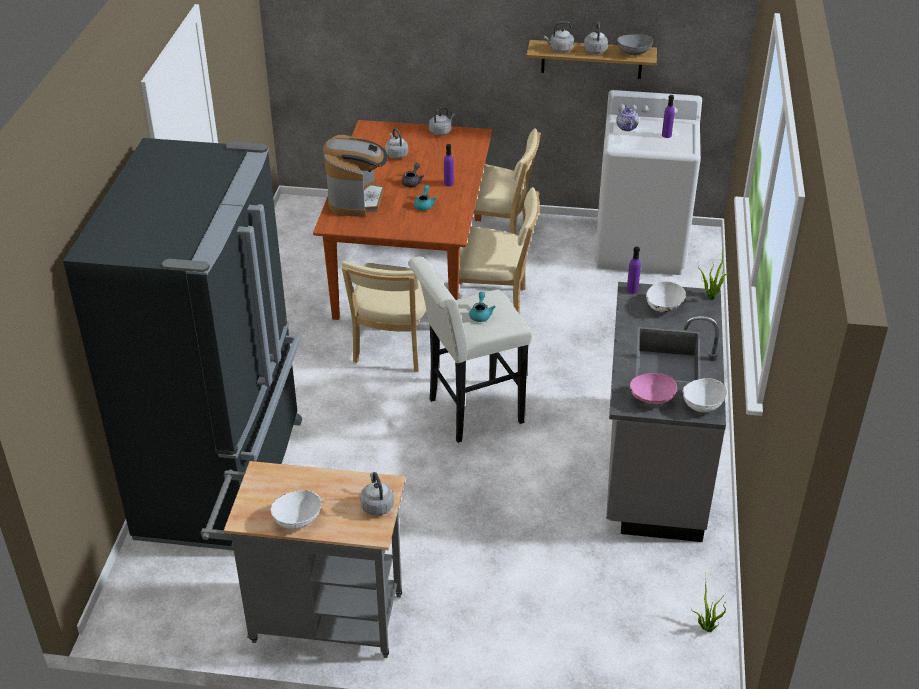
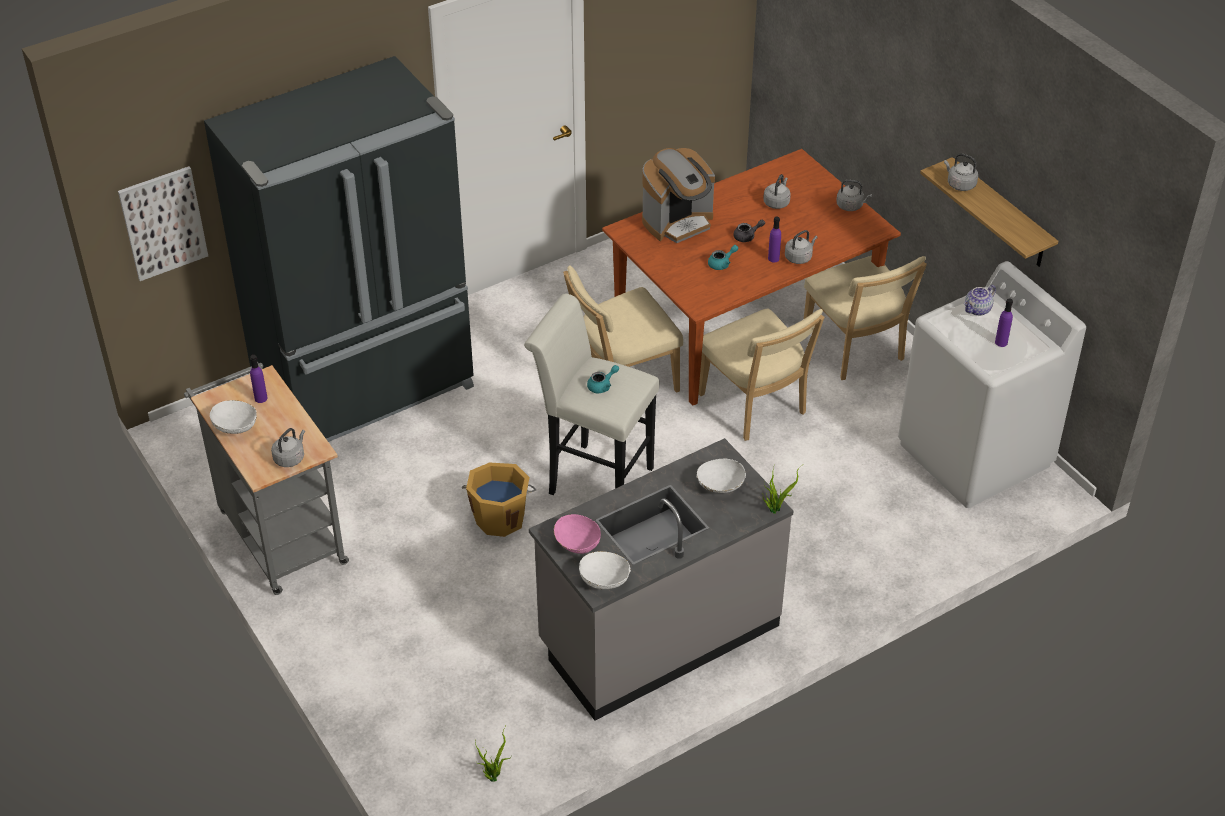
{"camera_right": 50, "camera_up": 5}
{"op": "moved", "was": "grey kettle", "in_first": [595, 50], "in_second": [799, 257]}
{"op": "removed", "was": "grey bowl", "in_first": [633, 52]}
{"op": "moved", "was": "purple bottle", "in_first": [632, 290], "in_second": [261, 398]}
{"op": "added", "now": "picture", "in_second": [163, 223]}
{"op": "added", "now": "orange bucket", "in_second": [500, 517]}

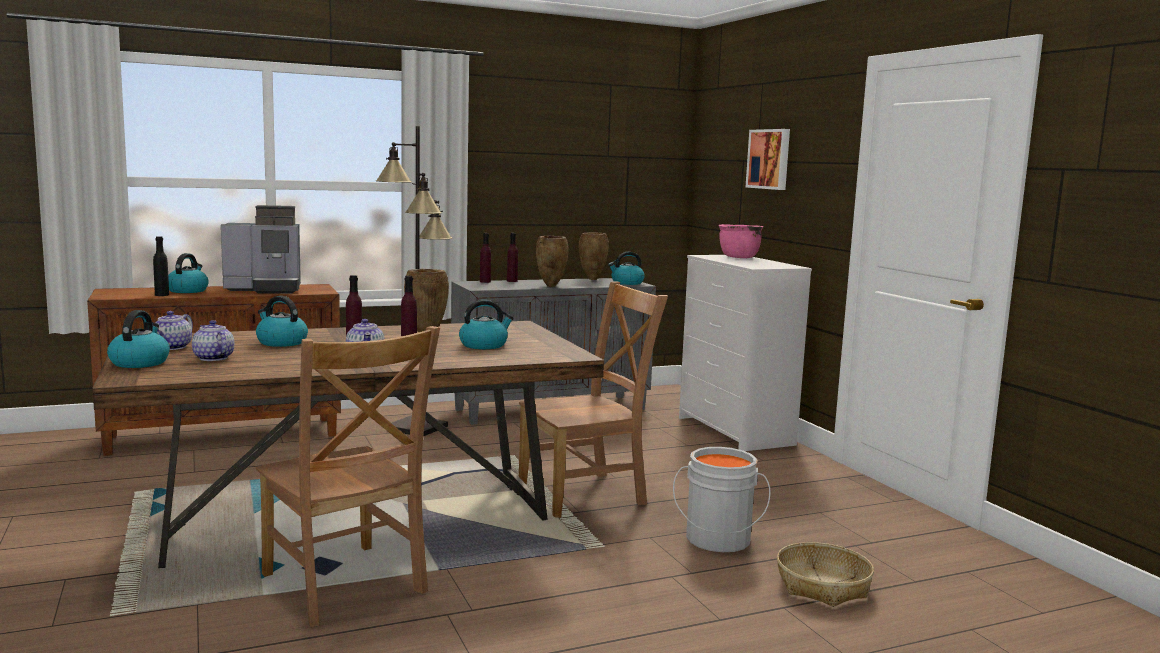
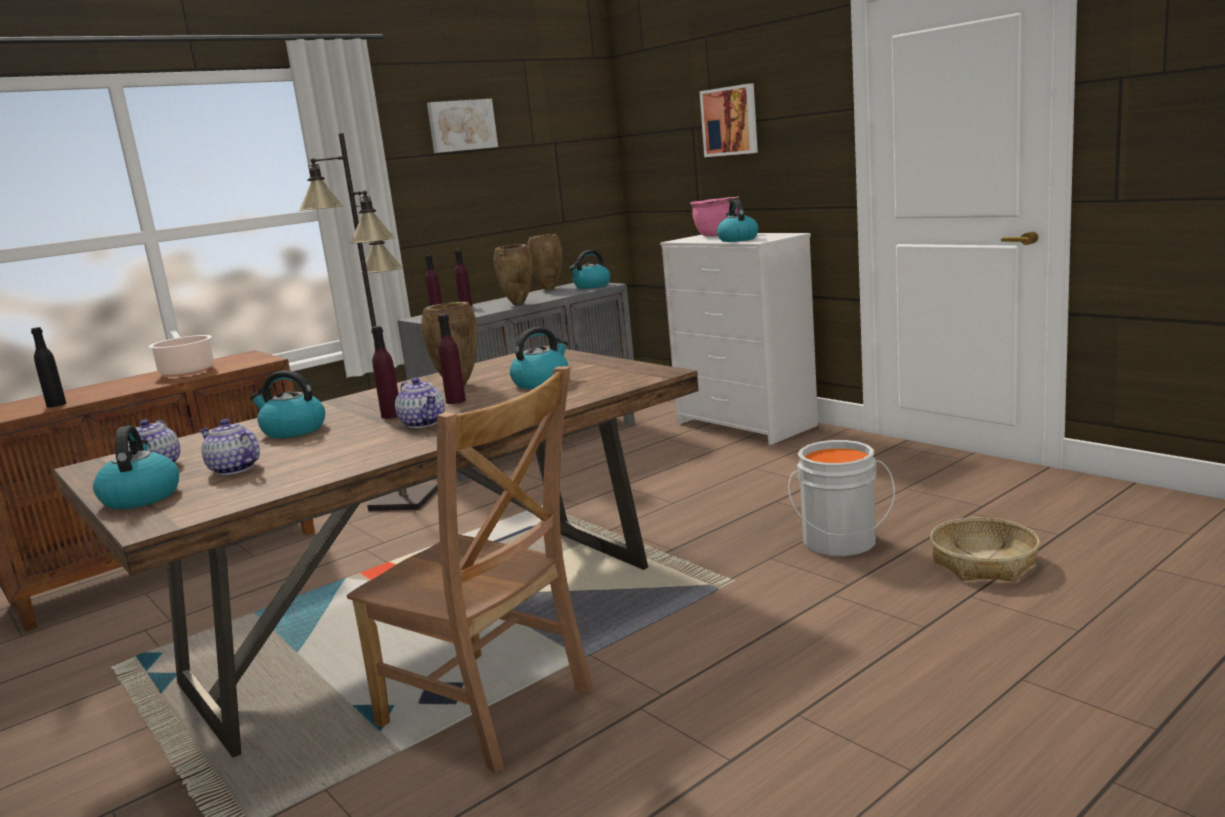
{"camera_right": -15, "camera_up": 5}
{"op": "replaced", "was": "coffee machine", "now": "cooking pot", "in_first": [266, 289], "in_second": [186, 371]}
{"op": "moved", "was": "kettle", "in_first": [187, 290], "in_second": [737, 239]}
{"op": "removed", "was": "brown chair", "in_first": [586, 494]}
{"op": "added", "now": "picture", "in_second": [461, 125]}

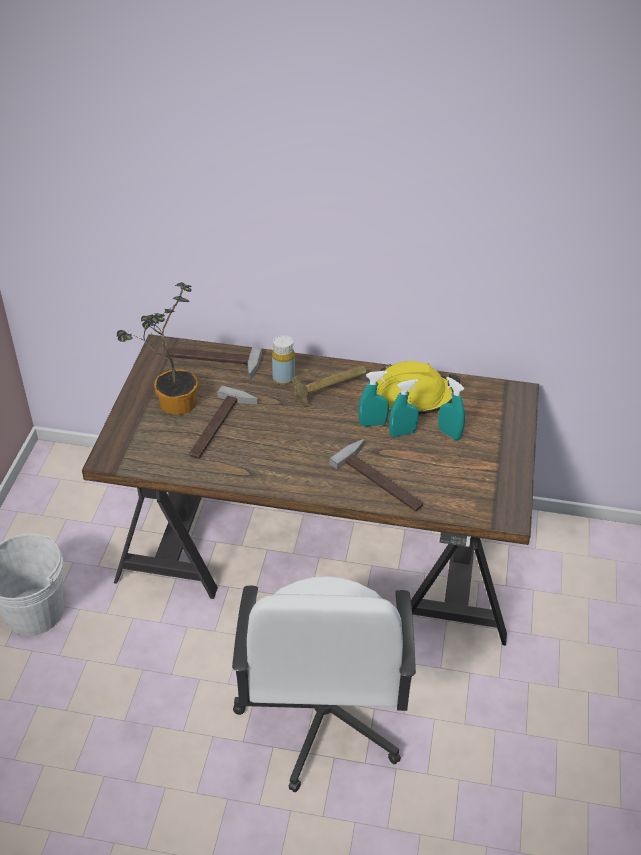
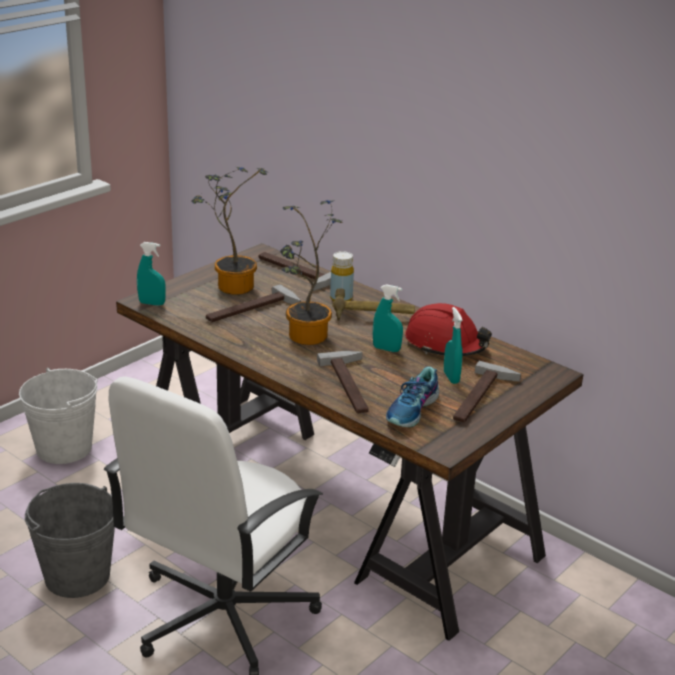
{"camera_right": 30, "camera_up": -15}
{"op": "recoloured", "was": "yellow hard hat", "now": "red hard hat", "in_first": [414, 397], "in_second": [445, 344]}
{"op": "moved", "was": "turquoise spray bottle", "in_first": [402, 433], "in_second": [152, 303]}
{"op": "added", "now": "potted plant", "in_second": [304, 338]}
{"op": "added", "now": "hammer", "in_second": [482, 398]}
{"op": "added", "now": "shoe", "in_second": [413, 410]}
{"op": "added", "now": "grey bucket", "in_second": [77, 576]}

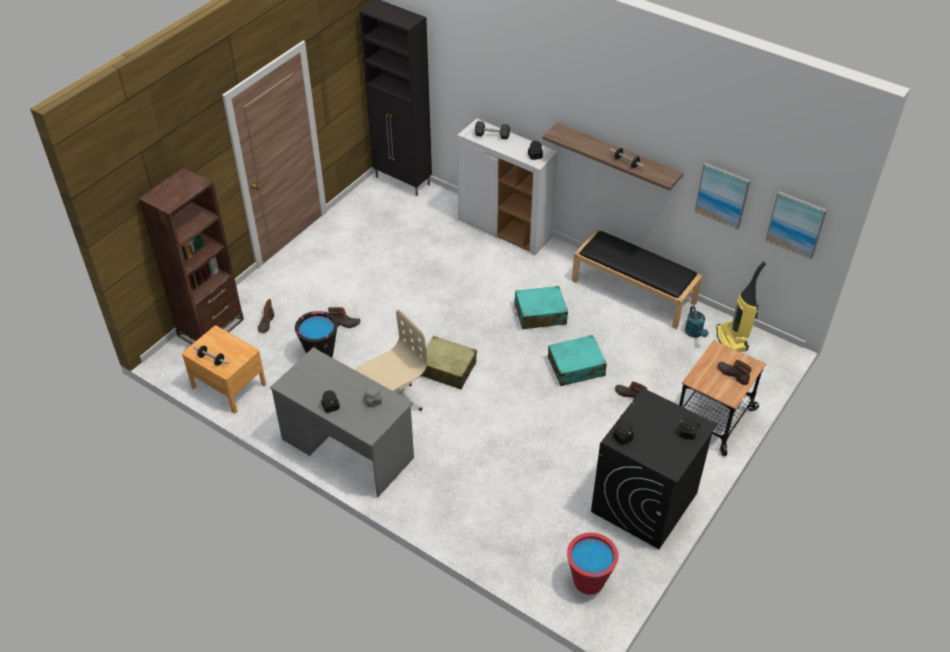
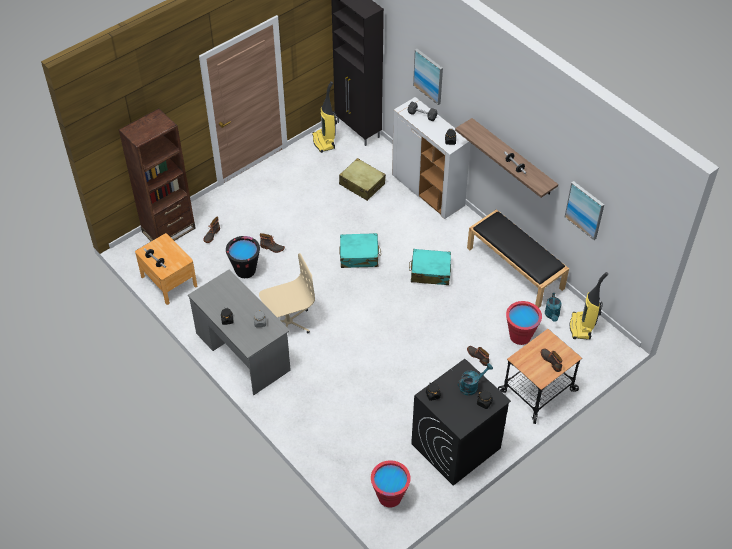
{"camera_right": 15, "camera_up": 5}
{"op": "moved", "was": "picture", "in_first": [796, 224], "in_second": [428, 76]}
{"op": "moved", "was": "turquoise suitcase", "in_first": [576, 367], "in_second": [359, 255]}
{"op": "moved", "was": "beige suitcase", "in_first": [447, 369], "in_second": [362, 184]}
{"op": "added", "now": "vacuum cleaner", "in_second": [324, 142]}
{"op": "added", "now": "red bucket", "in_second": [520, 336]}
{"op": "added", "now": "turquoise watering can", "in_second": [471, 386]}

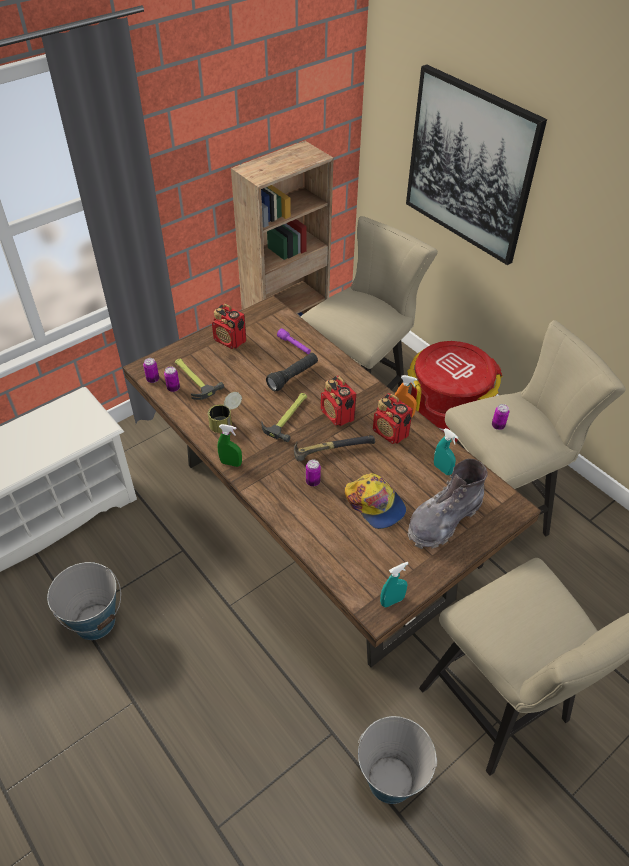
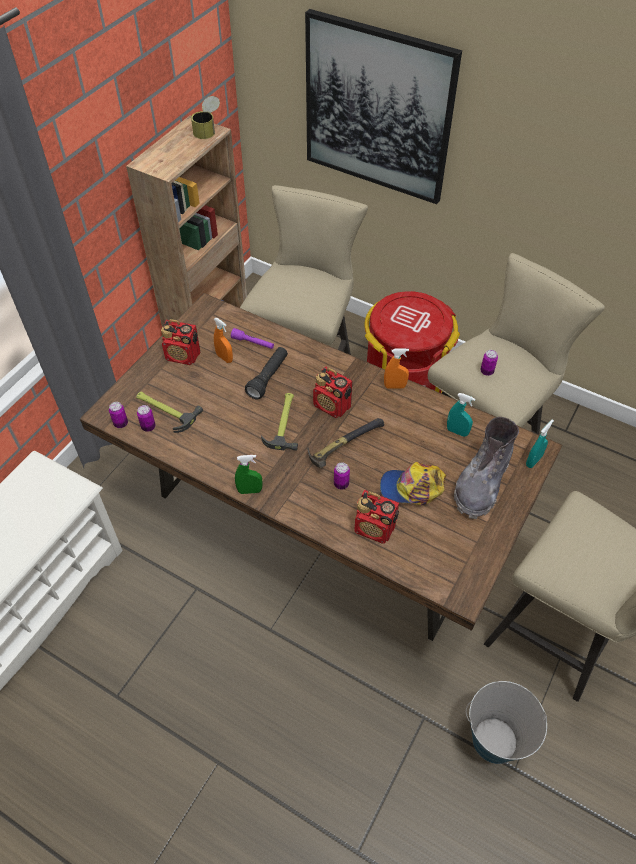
{"camera_right": -20, "camera_up": 5}
{"op": "moved", "was": "can", "in_first": [226, 421], "in_second": [208, 129]}
{"op": "moved", "was": "radio", "in_first": [391, 433], "in_second": [375, 529]}
{"op": "turned", "was": "cap", "in_first": [375, 504], "in_second": [412, 488], "clockwise": 150}
{"op": "removed", "was": "bucket", "in_first": [95, 621]}
{"op": "moved", "was": "turquoise spray bottle", "in_first": [392, 601], "in_second": [533, 461]}
{"op": "added", "now": "orange spray bottle", "in_second": [224, 358]}

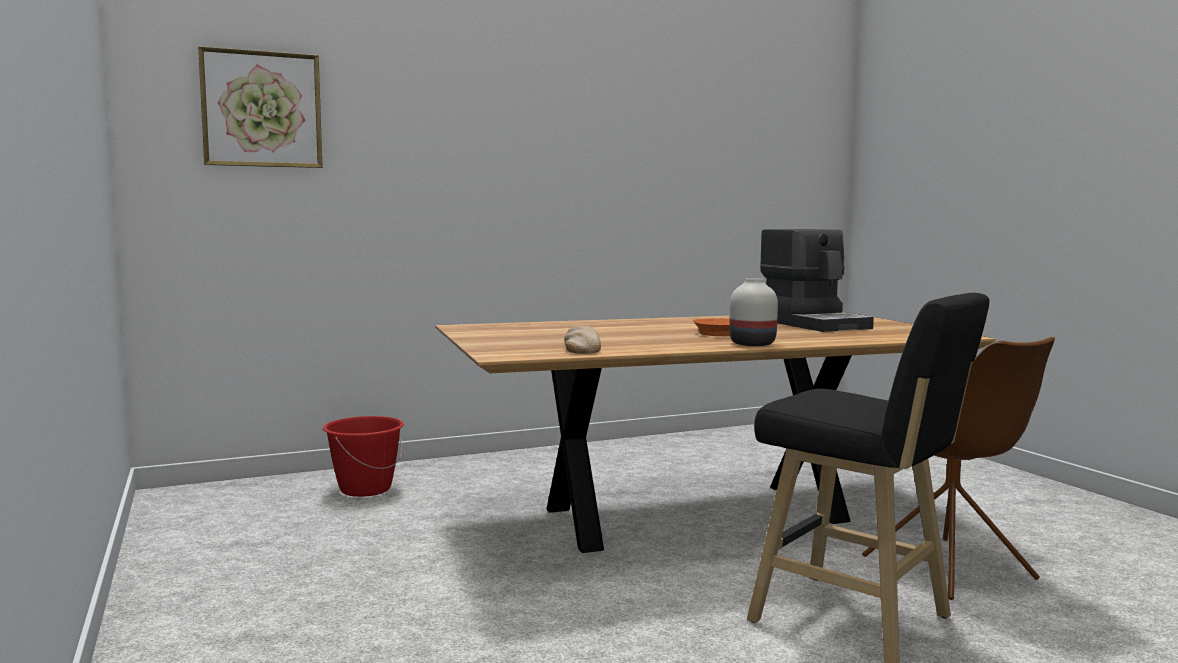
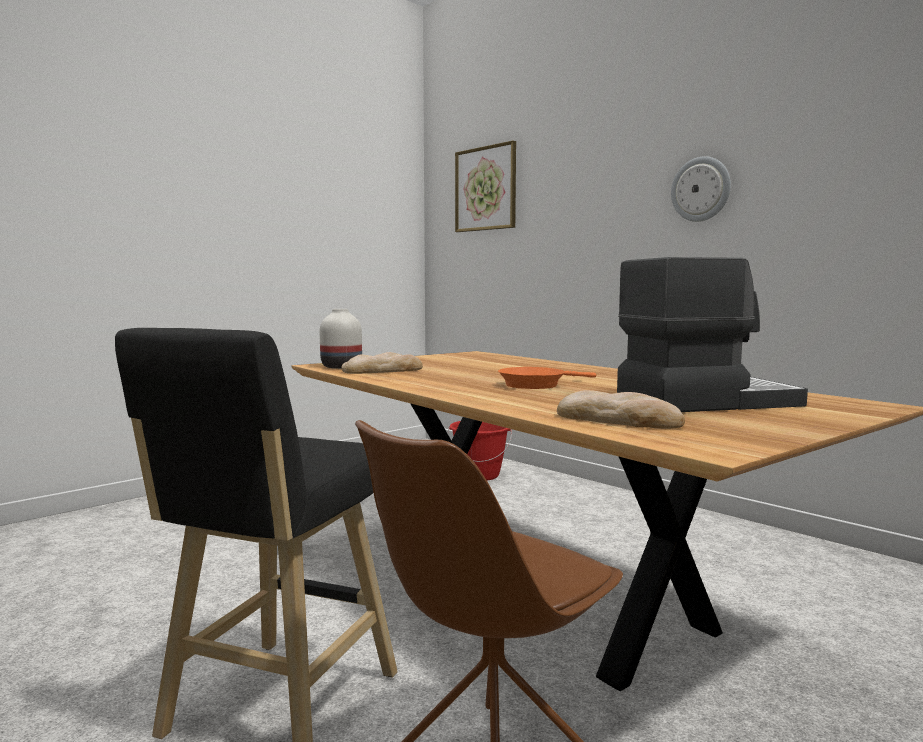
{"camera_right": 70, "camera_up": 0}
{"op": "turned", "was": "coffee machine", "in_first": [813, 324], "in_second": [704, 401], "clockwise": -150}
{"op": "moved", "was": "white vase", "in_first": [753, 344], "in_second": [341, 367]}
{"op": "added", "now": "wall clock", "in_second": [701, 189]}
{"op": "added", "now": "bread", "in_second": [618, 420]}

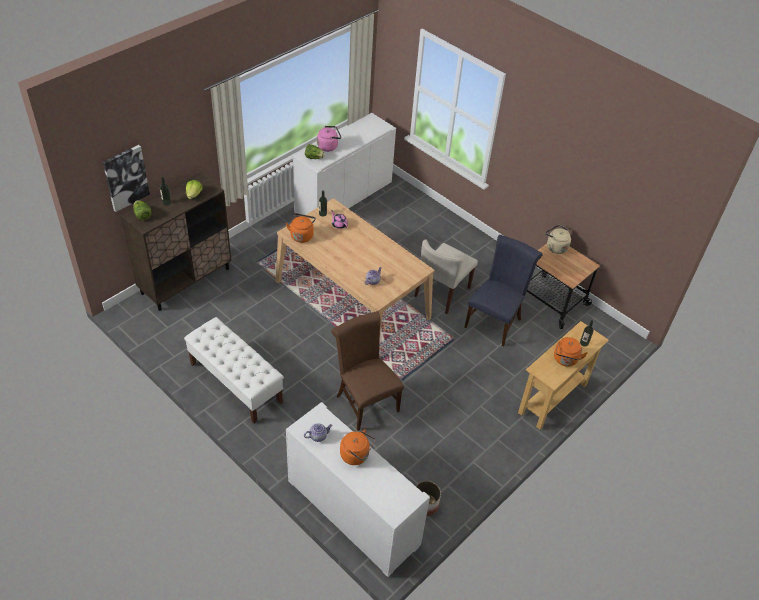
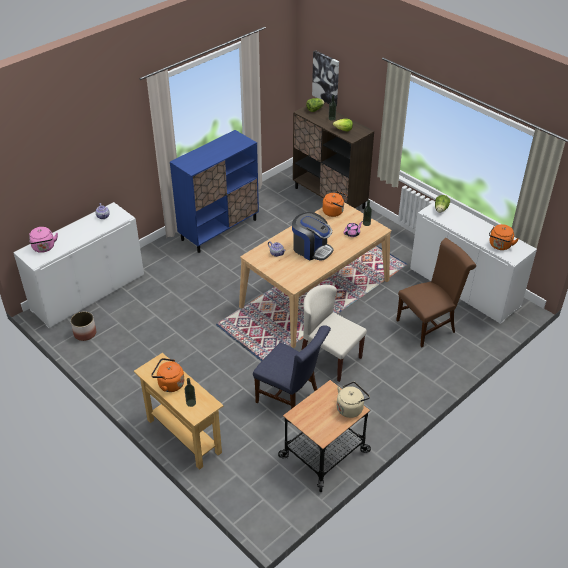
{"camera_right": 95, "camera_up": -5}
{"op": "moved", "was": "pink kettle", "in_first": [329, 146], "in_second": [44, 248]}
{"op": "moved", "was": "brown chair", "in_first": [365, 401], "in_second": [429, 325]}
{"op": "replaced", "was": "white bench", "now": "blue cabinet", "in_first": [235, 383], "in_second": [219, 229]}
{"op": "moved", "was": "orange kettle", "in_first": [356, 455], "in_second": [499, 246]}
{"op": "added", "now": "coffee machine", "in_second": [311, 249]}

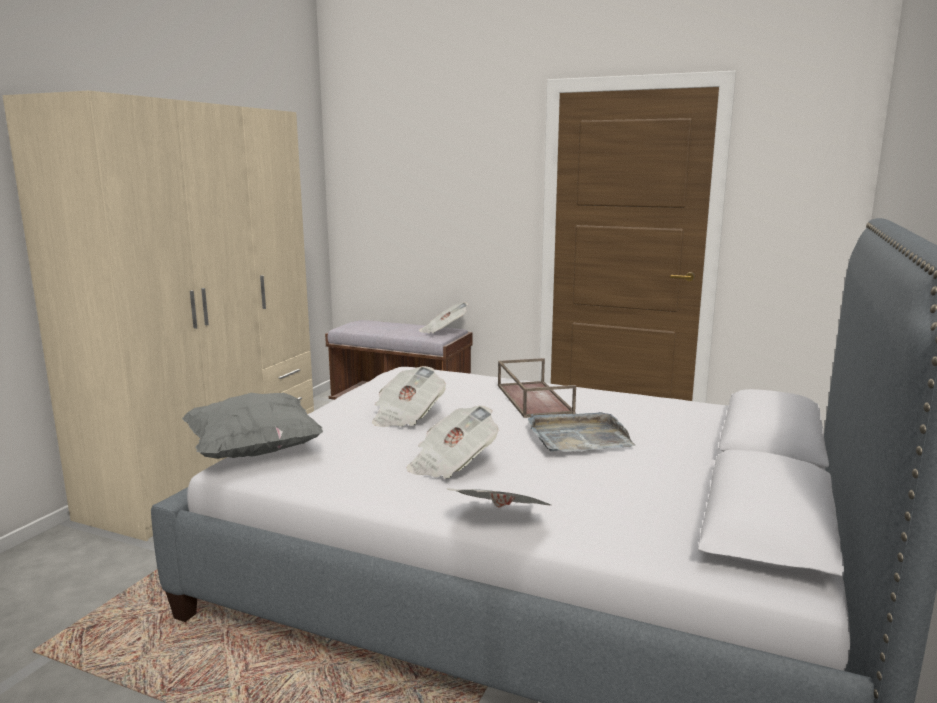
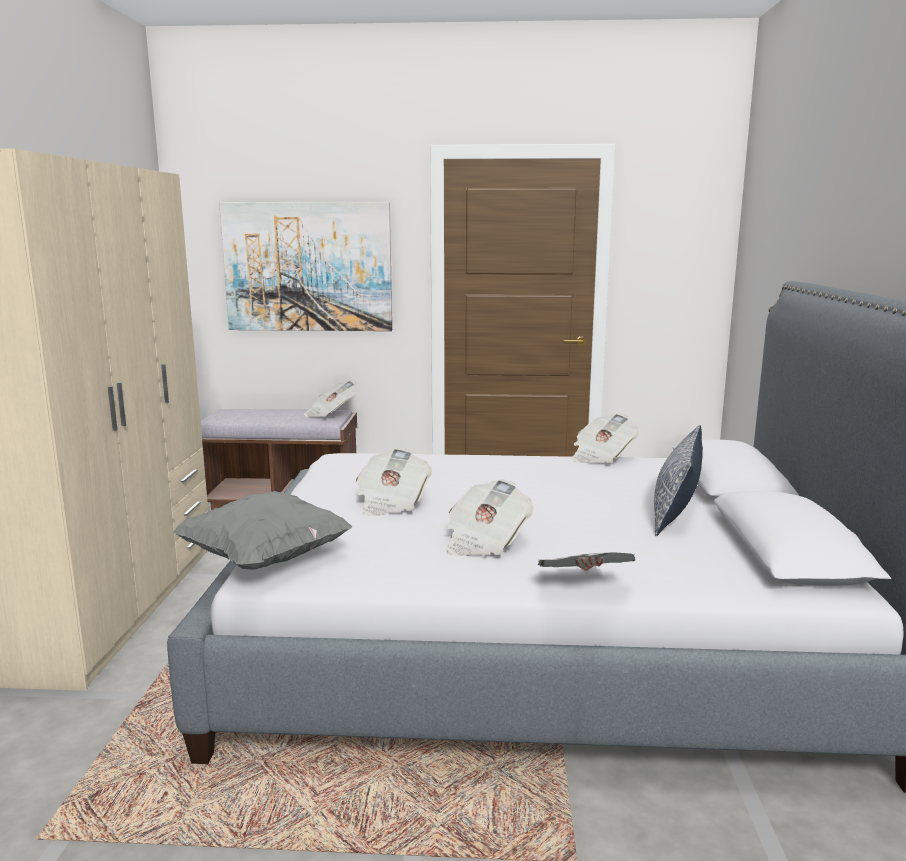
{"camera_right": -20, "camera_up": 0}
{"op": "removed", "was": "brown tray", "in_first": [532, 399]}
{"op": "removed", "was": "grey tray", "in_first": [578, 437]}
{"op": "added", "now": "picture", "in_second": [308, 267]}
{"op": "added", "now": "newspaper", "in_second": [601, 457]}
{"op": "added", "now": "pillow", "in_second": [675, 508]}

